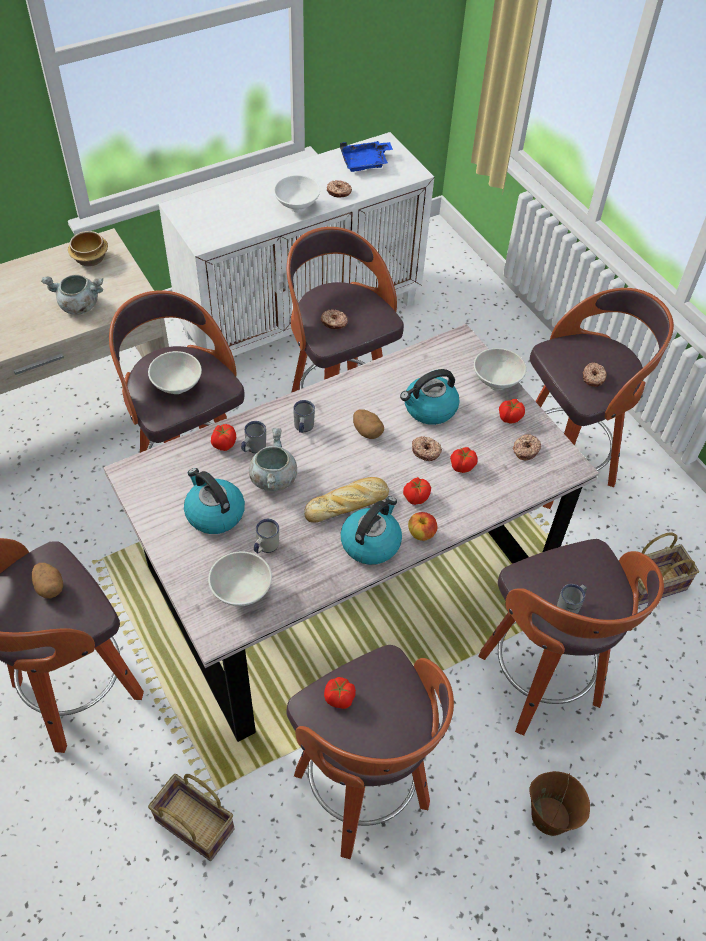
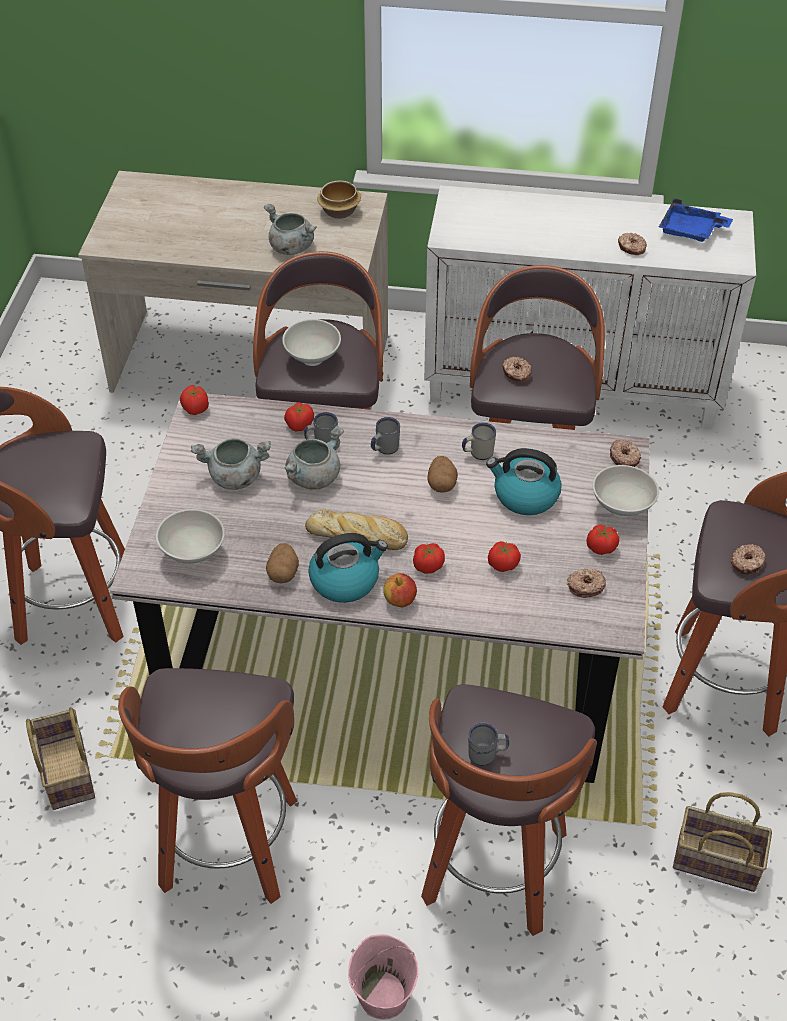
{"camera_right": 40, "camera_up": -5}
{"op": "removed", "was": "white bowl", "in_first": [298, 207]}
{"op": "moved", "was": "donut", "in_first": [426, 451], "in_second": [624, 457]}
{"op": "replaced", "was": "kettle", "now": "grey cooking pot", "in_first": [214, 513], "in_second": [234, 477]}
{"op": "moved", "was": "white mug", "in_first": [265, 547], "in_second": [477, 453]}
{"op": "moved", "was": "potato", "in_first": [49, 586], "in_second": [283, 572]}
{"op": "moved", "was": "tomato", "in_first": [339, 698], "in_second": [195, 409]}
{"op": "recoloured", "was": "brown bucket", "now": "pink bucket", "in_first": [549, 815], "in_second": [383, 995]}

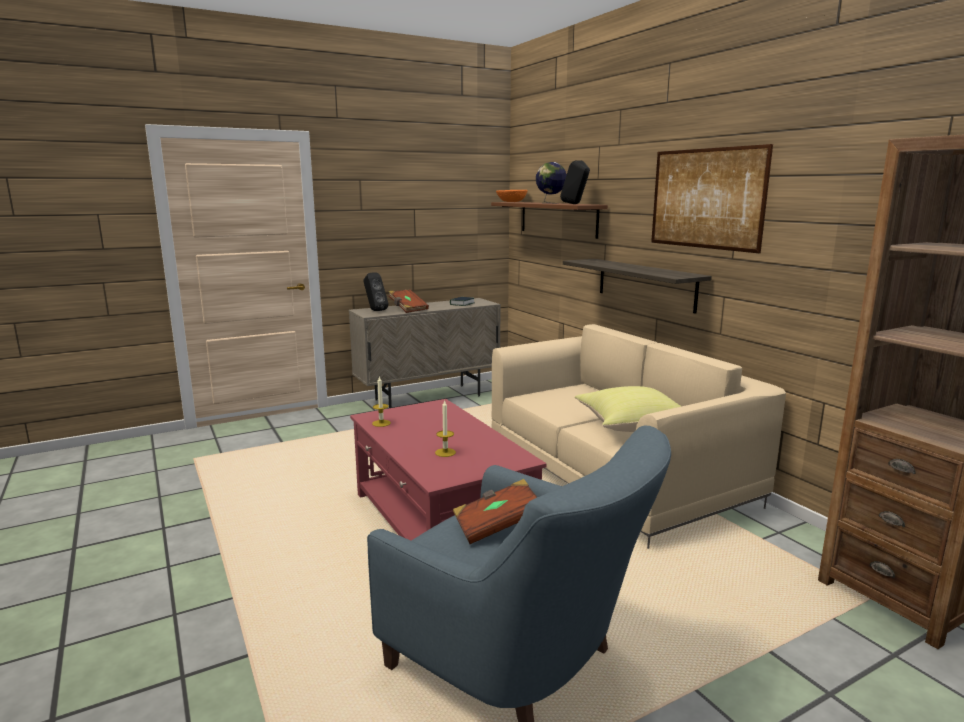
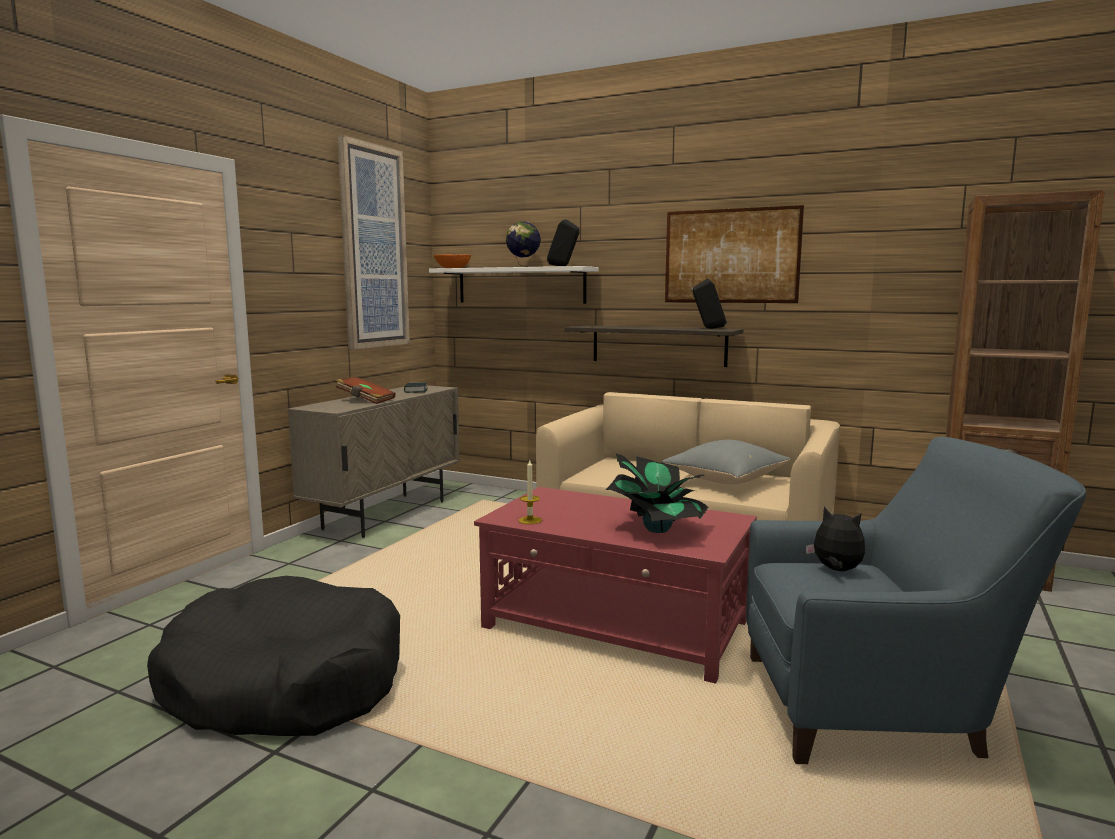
{"camera_right": -35, "camera_up": -5}
{"op": "recoloured", "was": "brown shelf", "now": "white shelf", "in_first": [557, 218], "in_second": [520, 285]}
{"op": "moved", "was": "black speaker", "in_first": [374, 310], "in_second": [708, 328]}
{"op": "recoloured", "was": "yellow pillow", "now": "grey pillow", "in_first": [633, 426], "in_second": [725, 480]}
{"op": "replaced", "was": "candle", "now": "potted plant", "in_first": [445, 452], "in_second": [657, 529]}
{"op": "replaced", "was": "brown book", "now": "plush toy", "in_first": [497, 526], "in_second": [836, 570]}
{"op": "added", "now": "picture", "in_second": [373, 247]}
{"op": "added", "now": "black dog bed", "in_second": [284, 683]}

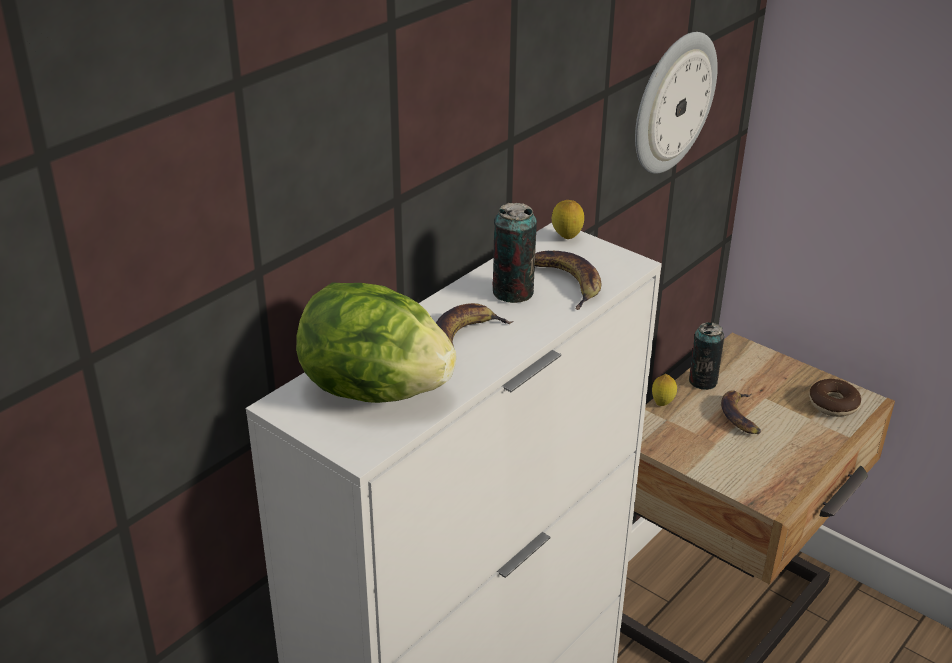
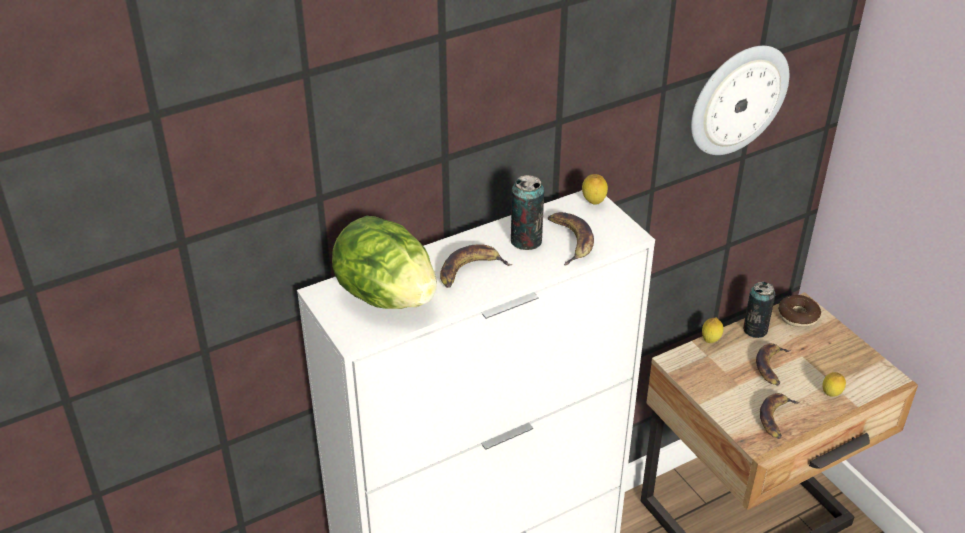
{"camera_right": 20, "camera_up": 5}
{"op": "moved", "was": "donut", "in_first": [833, 404], "in_second": [798, 316]}
{"op": "added", "now": "lemon", "in_second": [831, 395]}
{"op": "added", "now": "banana", "in_second": [776, 418]}

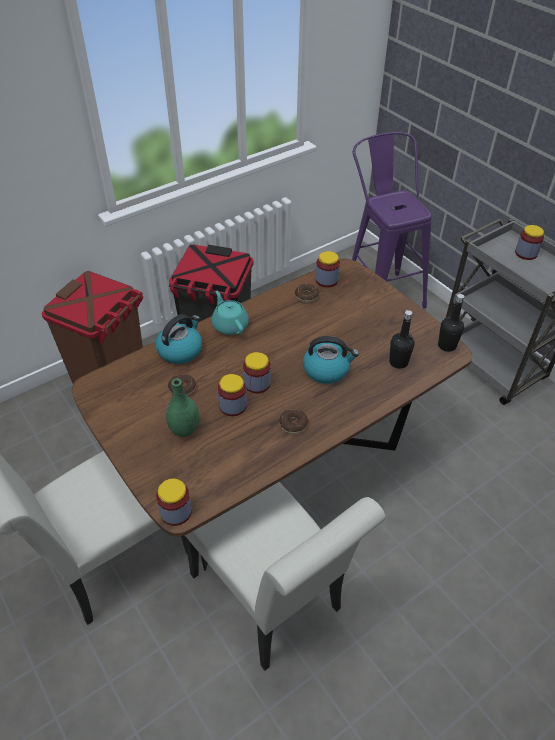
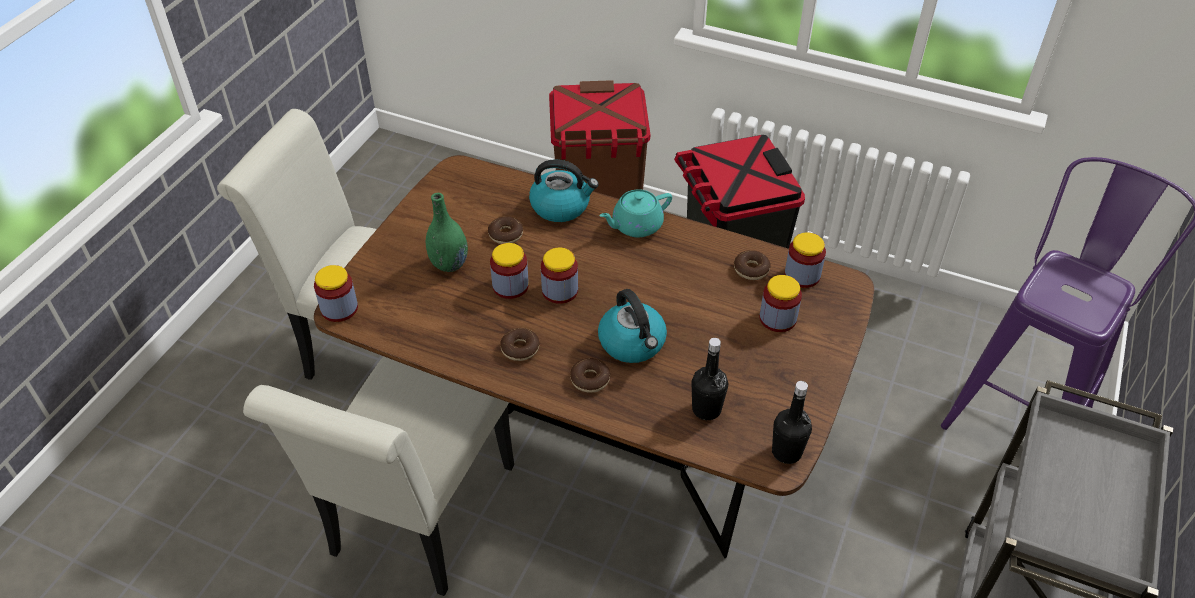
{"camera_right": 60, "camera_up": 0}
{"op": "moved", "was": "jar", "in_first": [526, 253], "in_second": [777, 318]}
{"op": "turned", "was": "turquoise teapot", "in_first": [230, 325], "in_second": [636, 226], "clockwise": -150}
{"op": "added", "now": "donut", "in_second": [590, 379]}

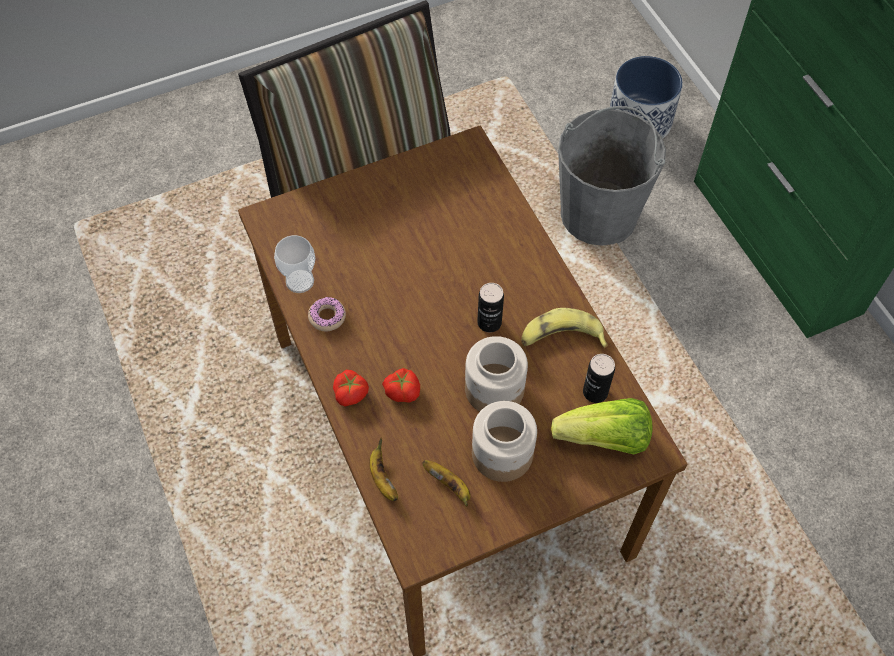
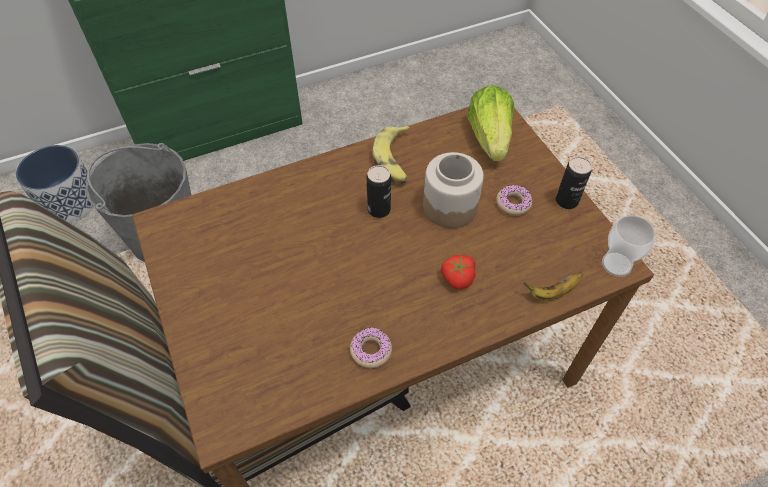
{"camera_right": -90, "camera_up": -5}
{"op": "moved", "was": "cup", "in_first": [300, 281], "in_second": [616, 264]}
{"op": "moved", "was": "can", "in_first": [595, 392], "in_second": [566, 201]}
{"op": "removed", "was": "tomato", "in_first": [351, 393]}
{"op": "replaced", "was": "jar", "now": "donut", "in_first": [501, 454], "in_second": [513, 203]}
{"op": "removed", "was": "banana", "in_first": [449, 485]}

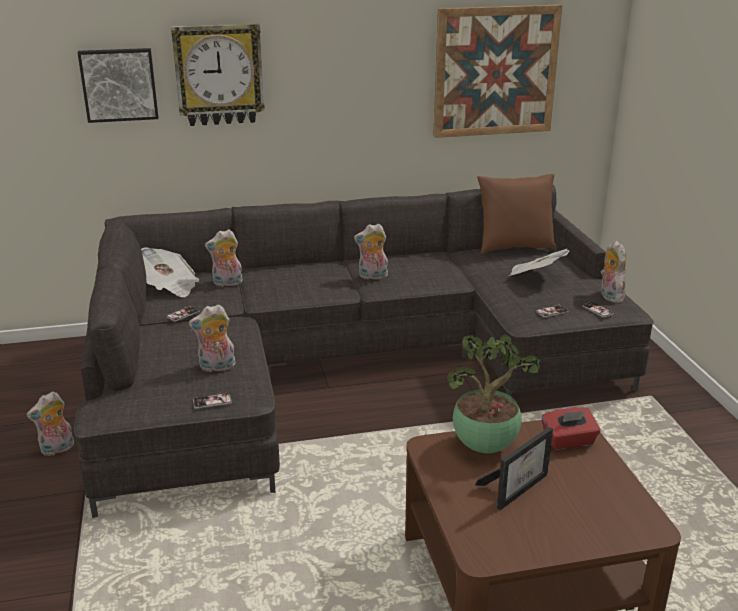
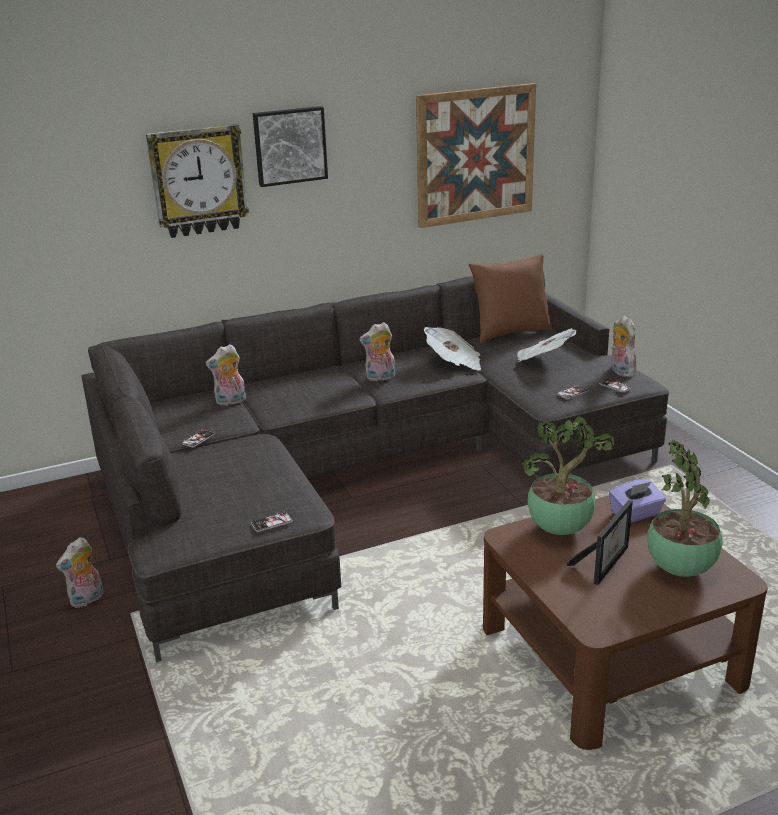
{"camera_right": -10, "camera_up": 0}
{"op": "moved", "was": "picture", "in_first": [119, 84], "in_second": [289, 145]}
{"op": "moved", "was": "newspaper", "in_first": [169, 287], "in_second": [454, 363]}
{"op": "removed", "was": "plush toy", "in_first": [216, 367]}
{"op": "recoloured", "was": "red tissue box", "now": "purple tissue box", "in_first": [568, 442], "in_second": [635, 514]}
{"op": "added", "now": "potted plant", "in_second": [681, 571]}

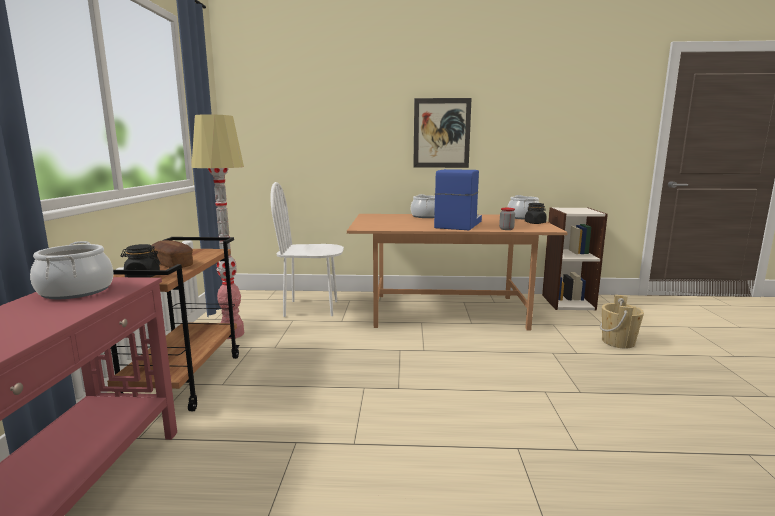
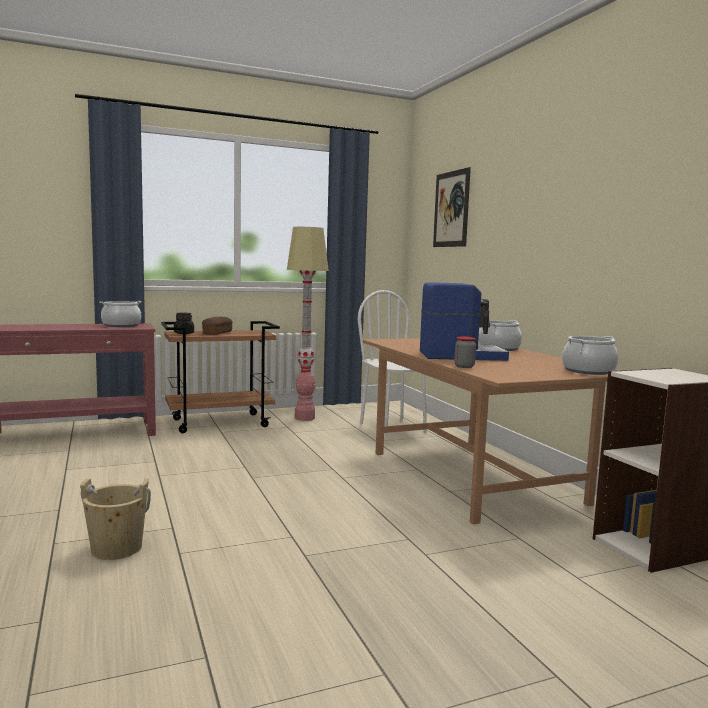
{"camera_right": 65, "camera_up": -5}
{"op": "moved", "was": "picture", "in_first": [441, 133], "in_second": [451, 209]}
{"op": "removed", "was": "black jar", "in_first": [535, 223]}
{"op": "moved", "was": "beige bucket", "in_first": [618, 342], "in_second": [117, 548]}

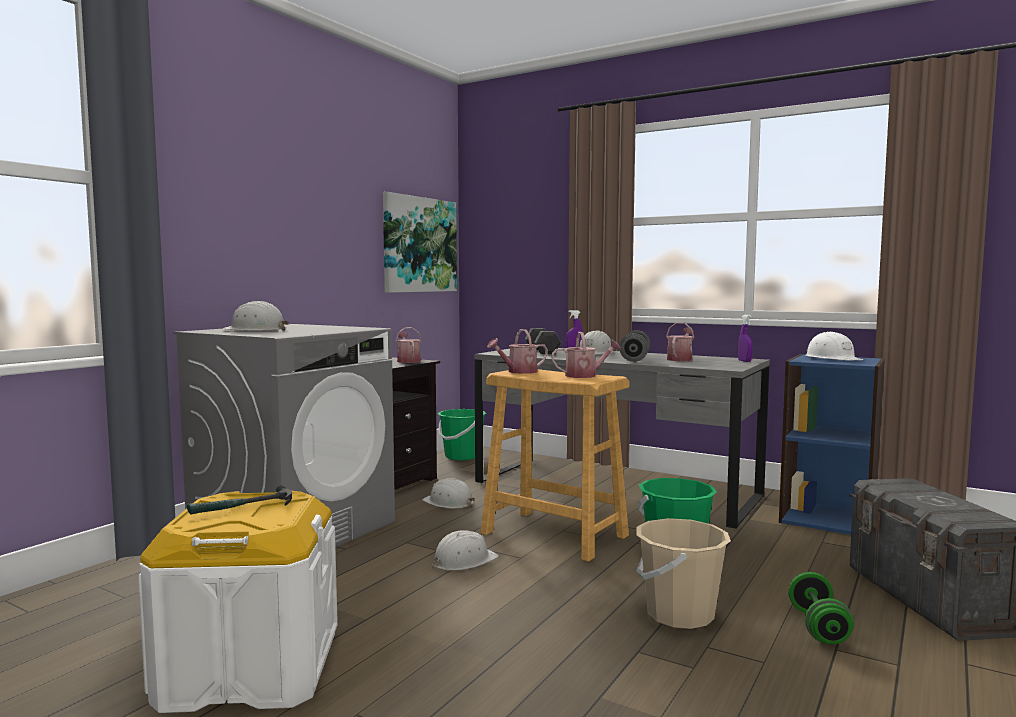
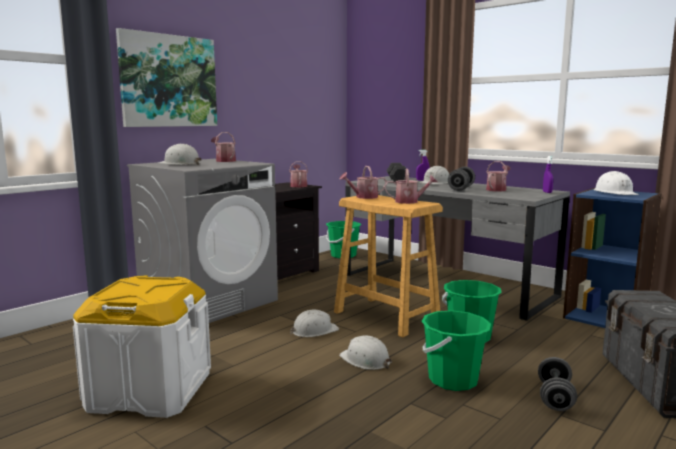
{"camera_right": 10, "camera_up": 5}
{"op": "moved", "was": "picture", "in_first": [419, 245], "in_second": [168, 81]}
{"op": "moved", "was": "white hard hat", "in_first": [449, 502], "in_second": [365, 360]}
{"op": "removed", "was": "hammer", "in_first": [242, 508]}
{"op": "recoloured", "was": "beige bucket", "now": "green bucket", "in_first": [679, 614], "in_second": [453, 380]}
{"op": "recoloured", "was": "green dumbbell", "now": "grey dumbbell", "in_first": [818, 627], "in_second": [555, 398]}
{"op": "added", "now": "watering can", "in_second": [224, 161]}

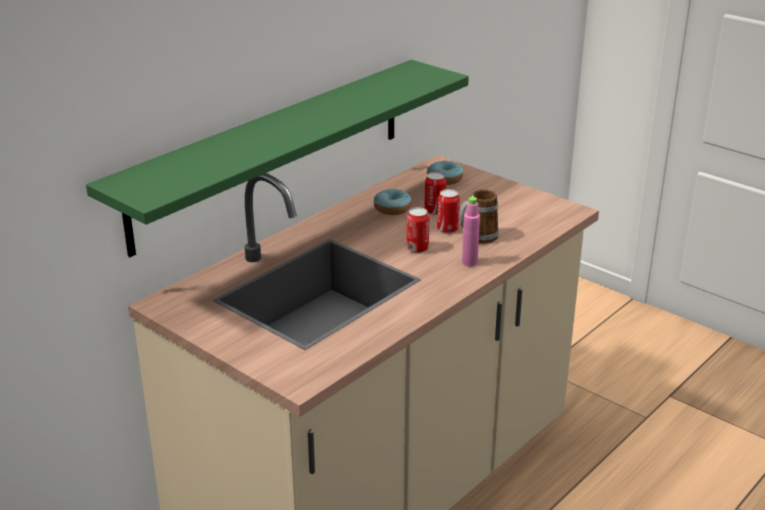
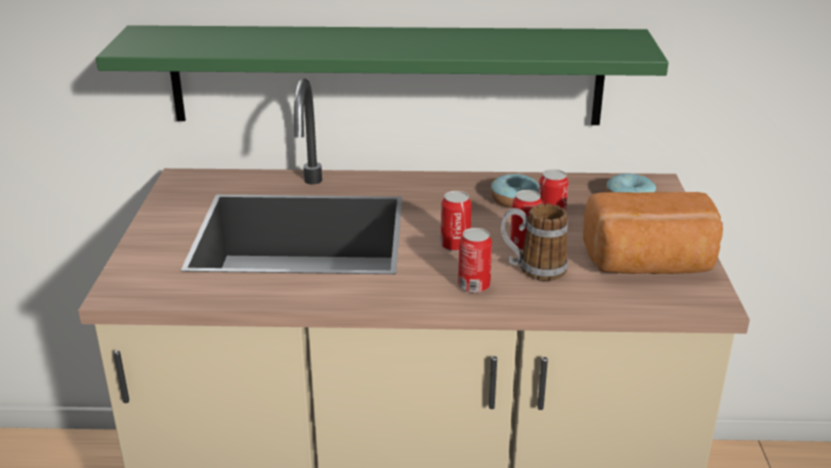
{"camera_right": 50, "camera_up": 0}
{"op": "replaced", "was": "pink bottle", "now": "can", "in_first": [469, 262], "in_second": [474, 286]}
{"op": "added", "now": "bread", "in_second": [649, 265]}

